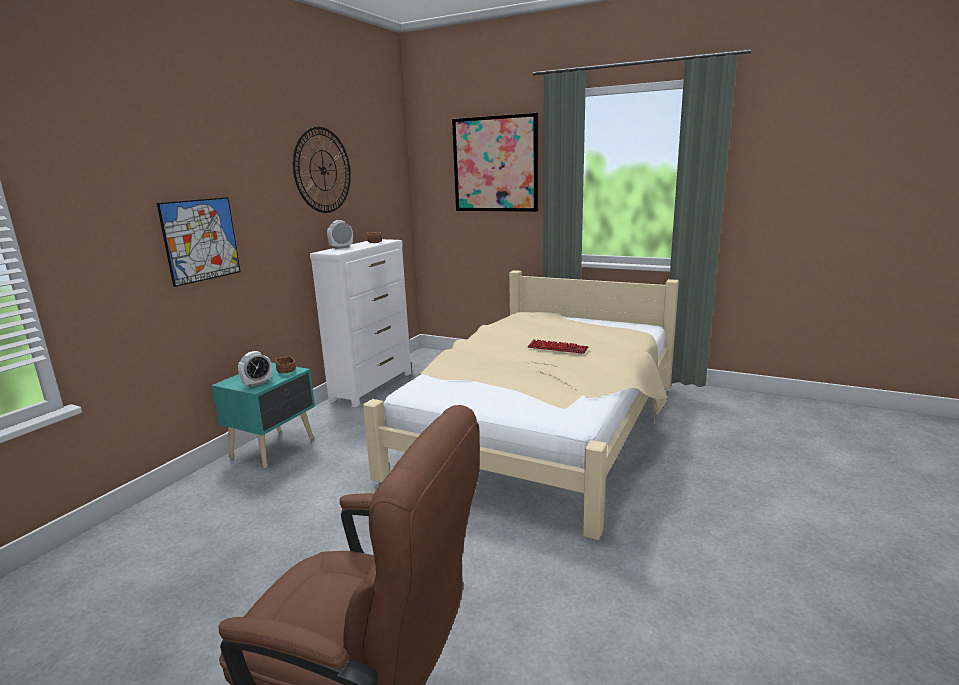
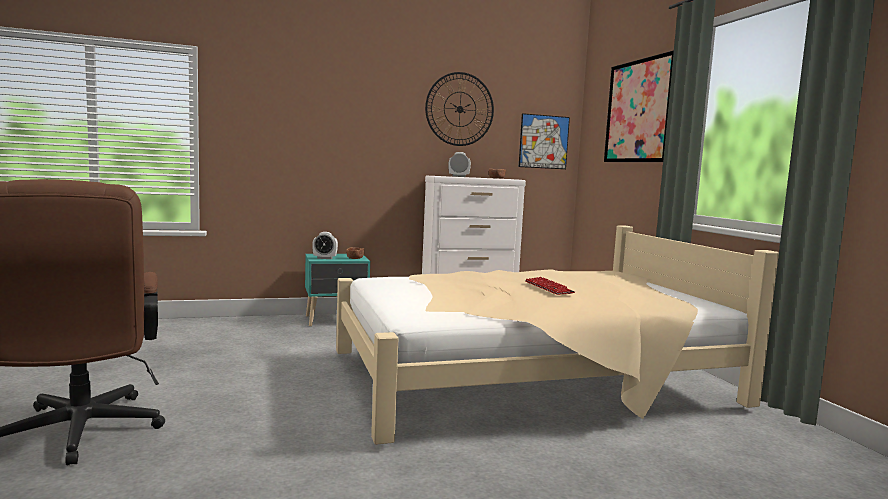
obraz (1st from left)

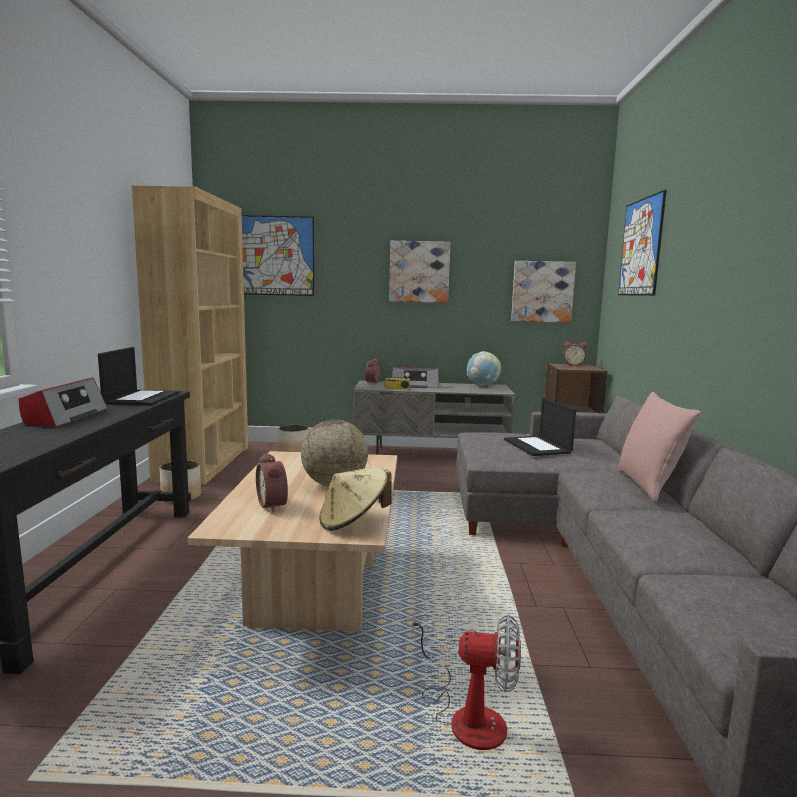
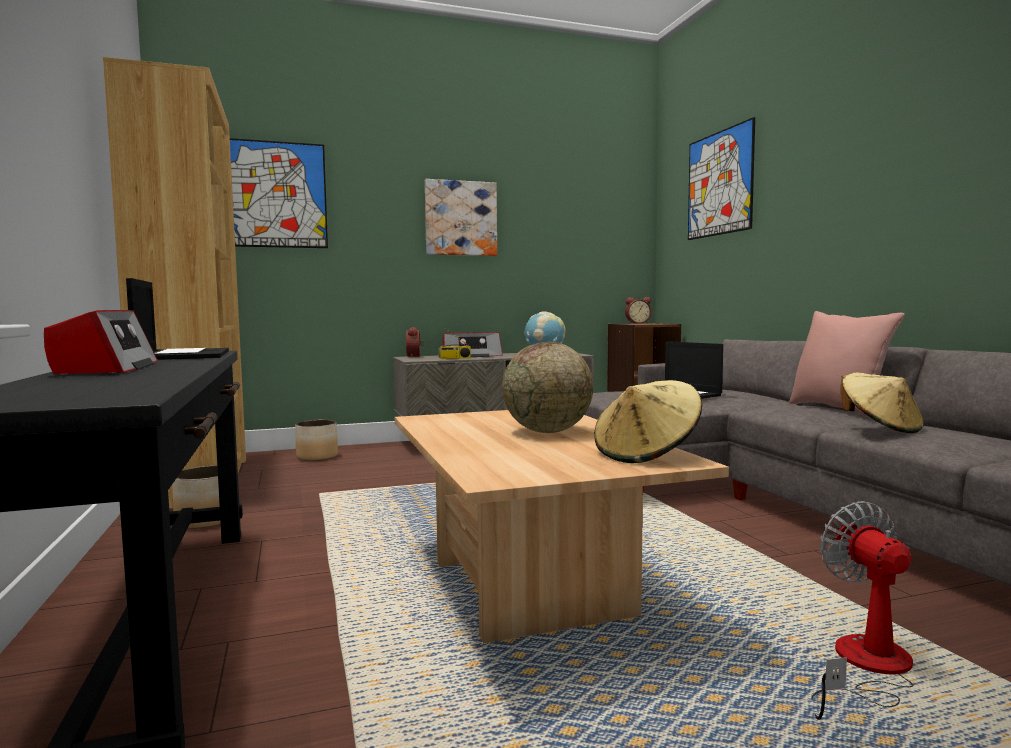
obraz (3rd from left in the first image); budzik (1st from left in the first image); wentylator; kapelusz [beżowy] (2nd from left)

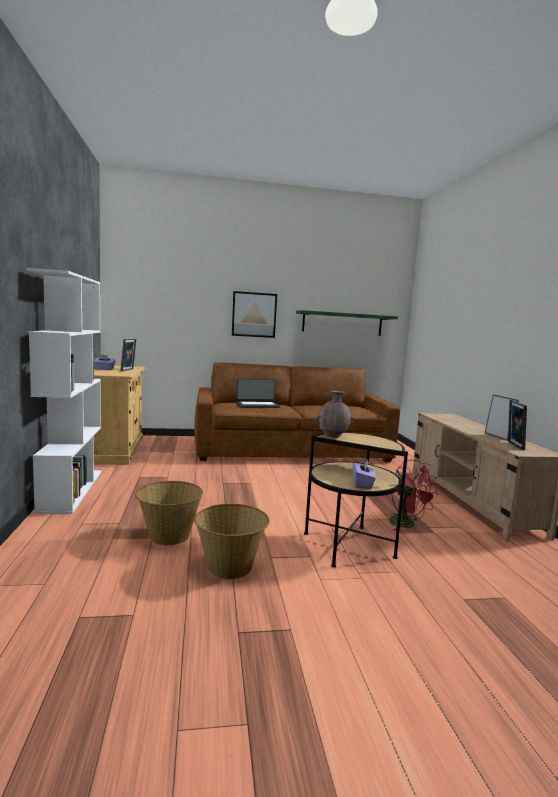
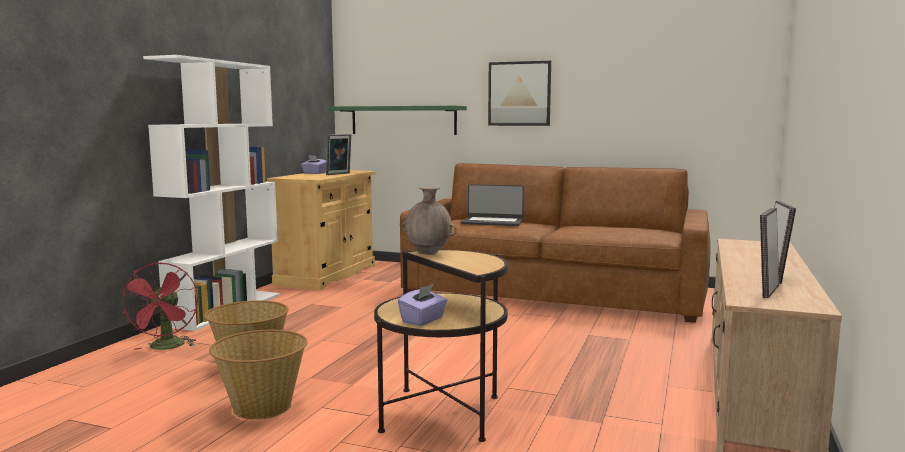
półka [zielony]; wentylator [czerwony]

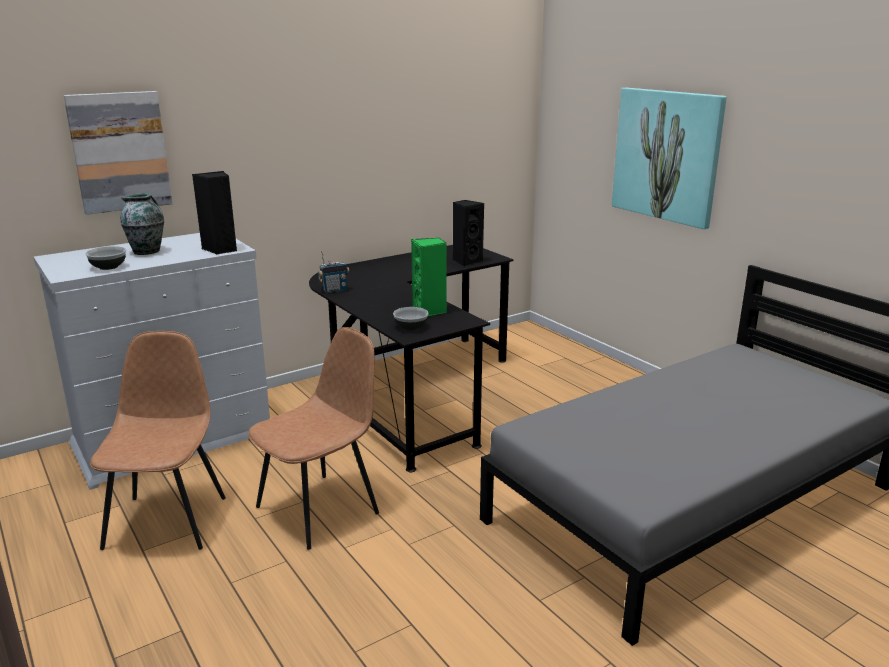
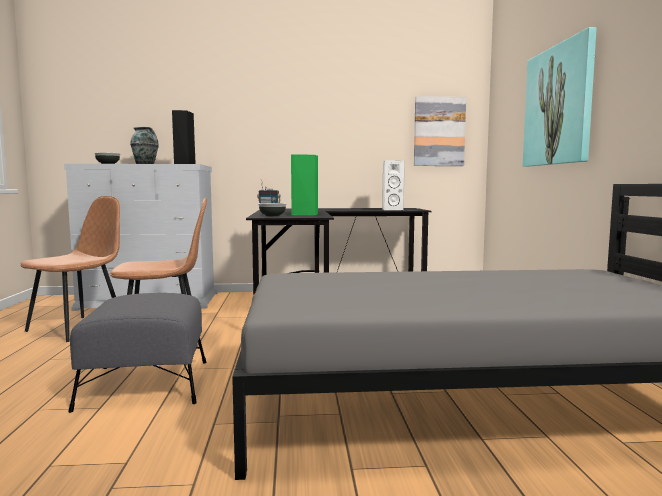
obraz (1st from left); głośnik [biały]; pufa [szary]

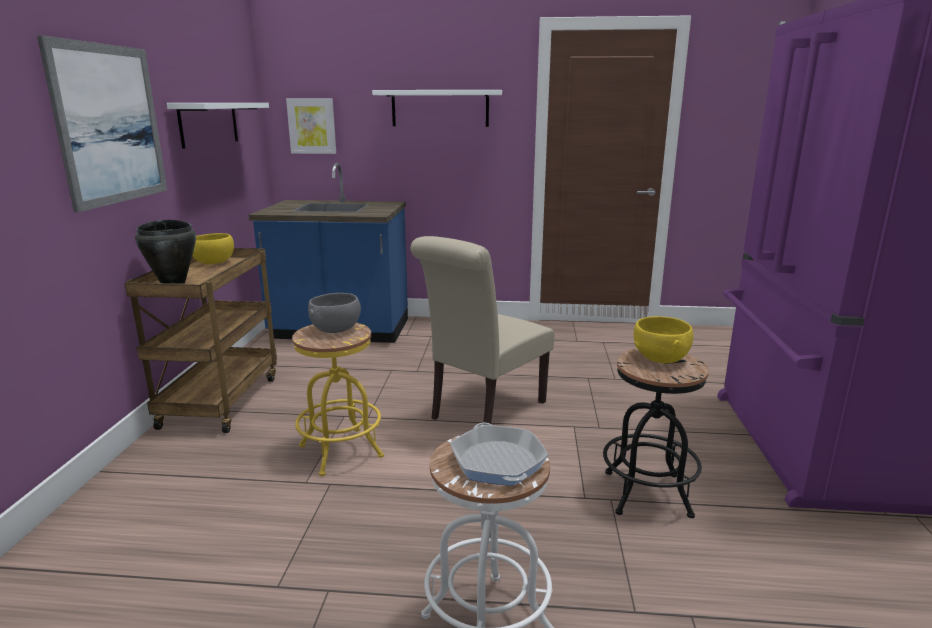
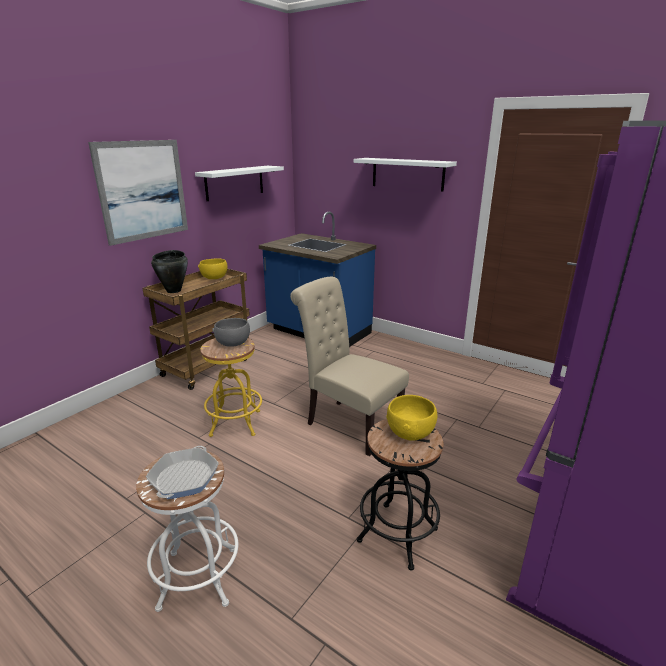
obraz (2nd from left in the first image); krzesło [beżowy]

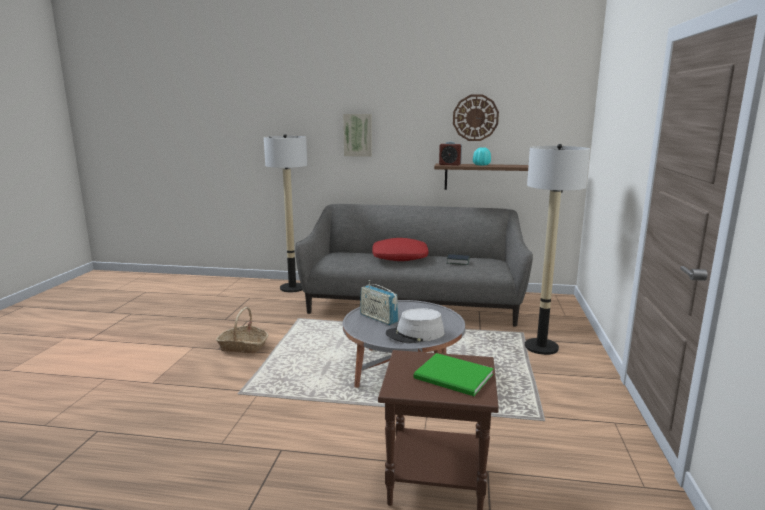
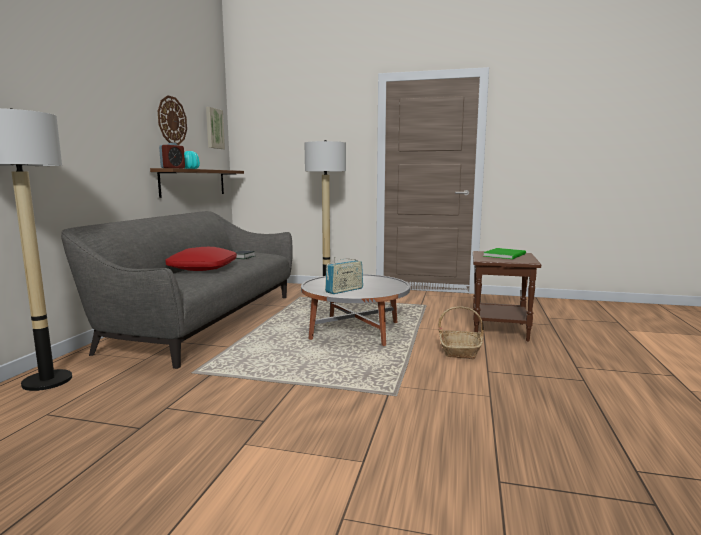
obraz; koszyk; kapelusz [szary]

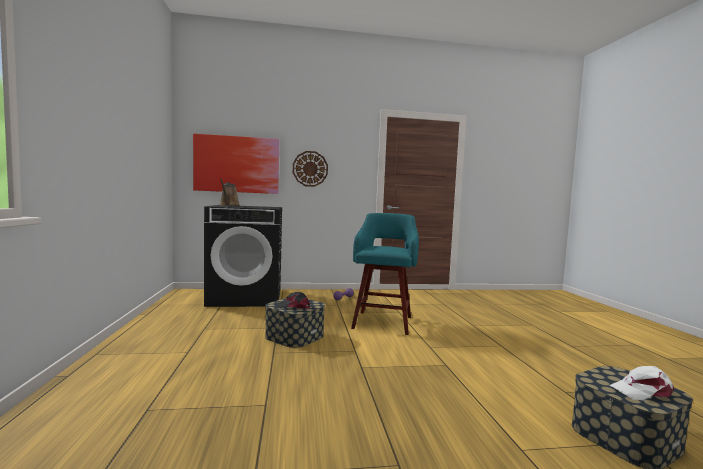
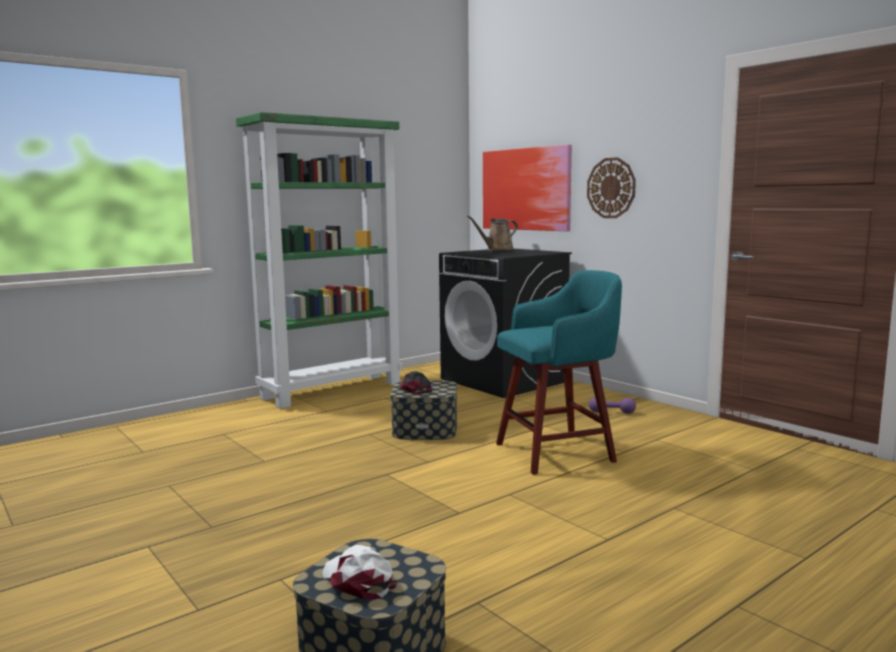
regał [zielony]

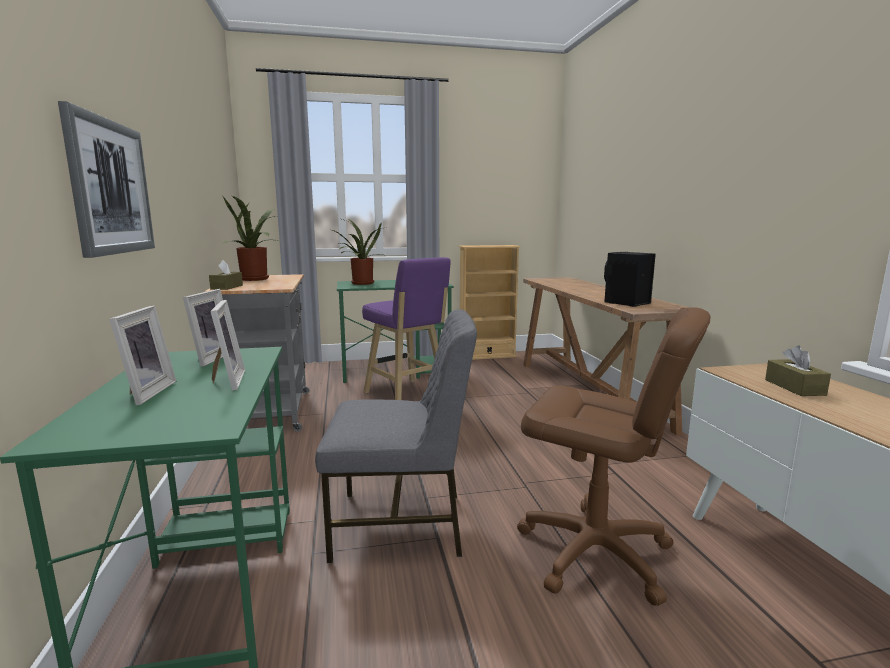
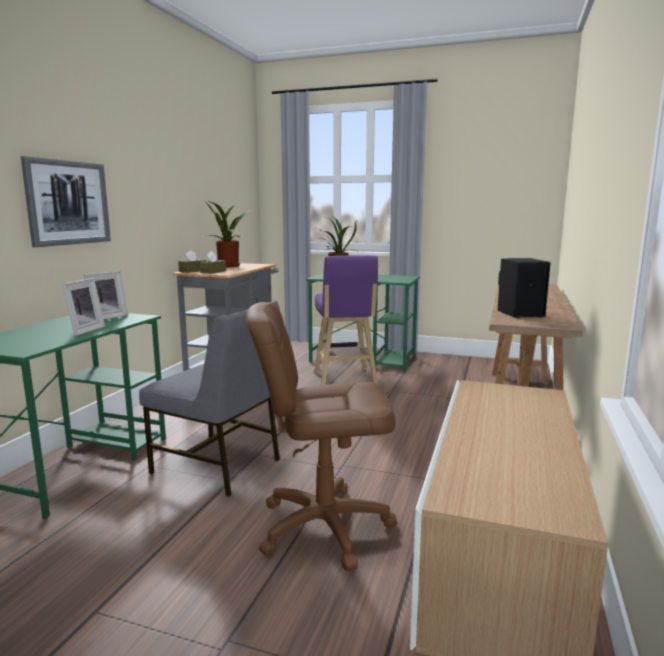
regał [beżowy]; ramka na zdjęcie (1st from left in the first image); krzesło biurowe [brązowy]; pudełko chusteczek [brązowy] (2nd from left)

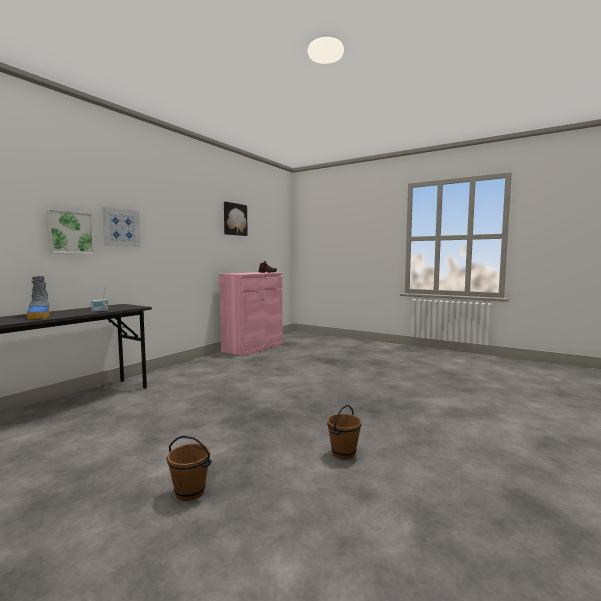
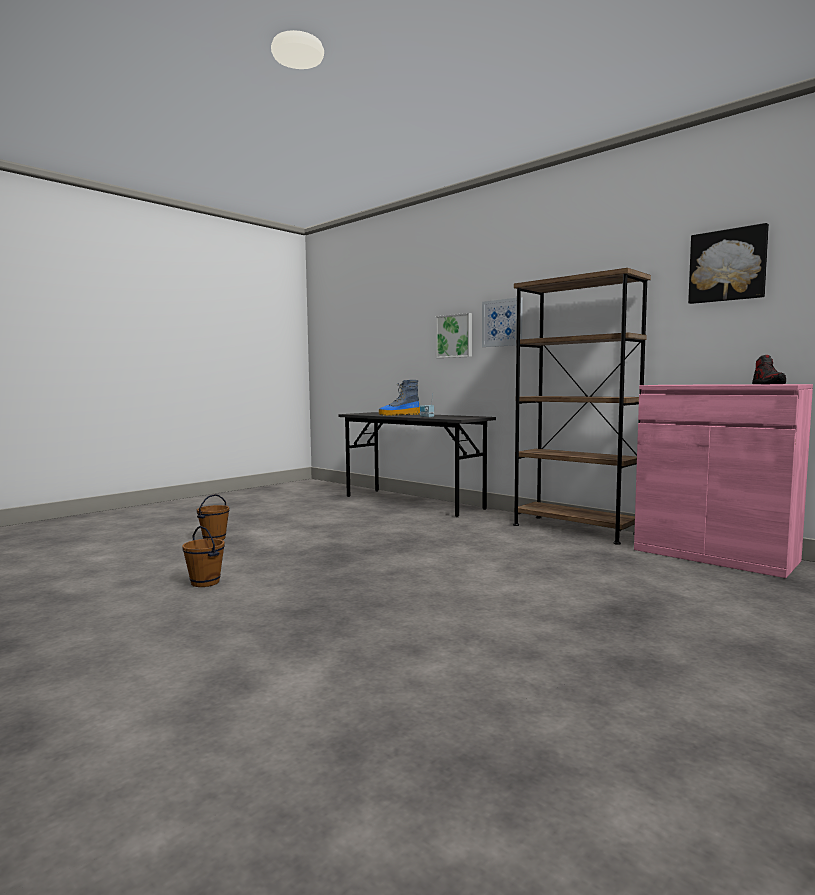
regał [brązowy]

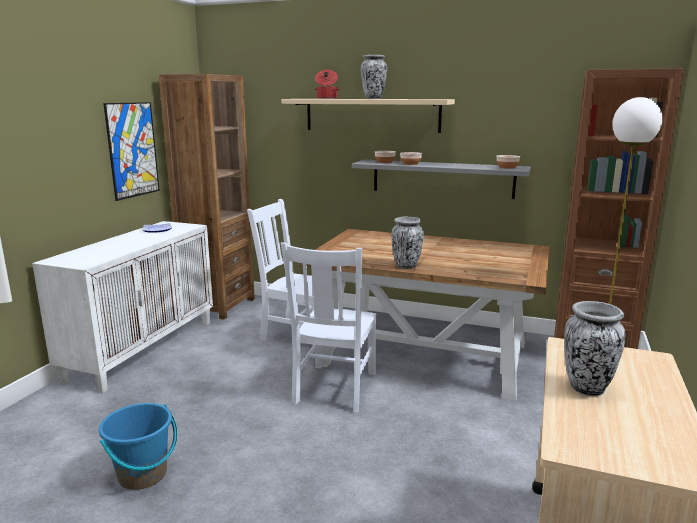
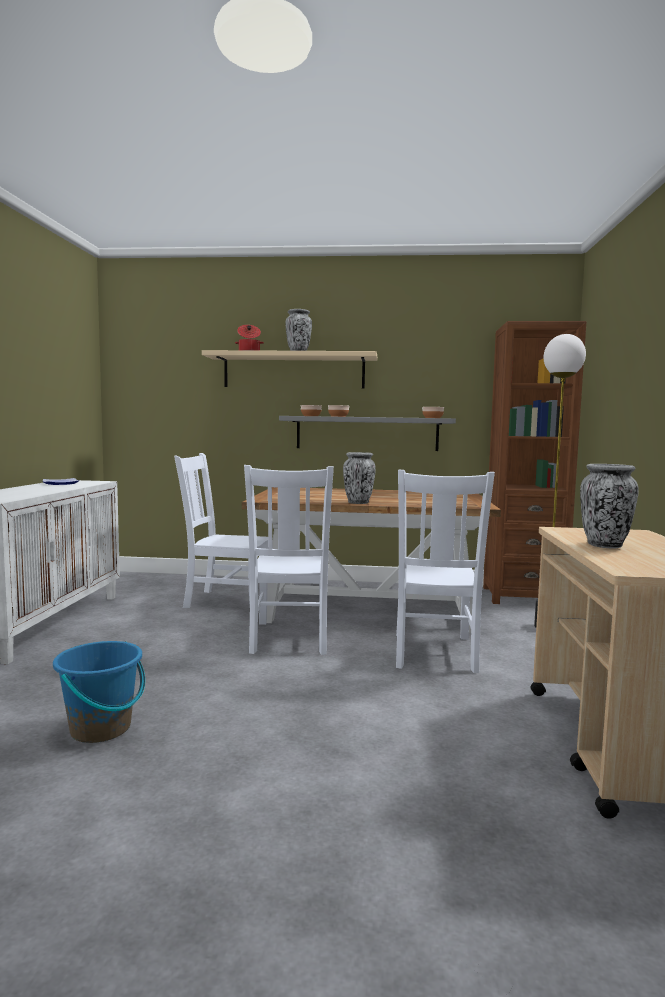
regał [brązowy] (1st from left in the first image); obraz; krzesło [biały] (3rd from left)

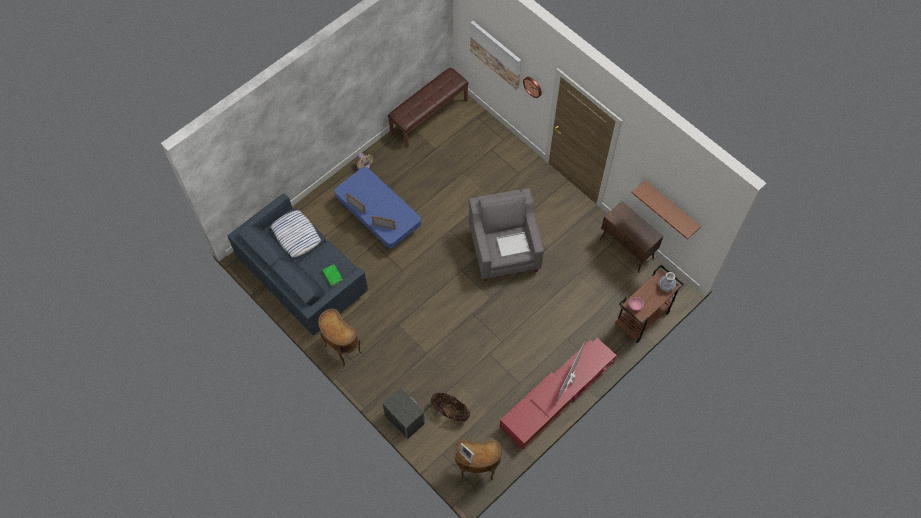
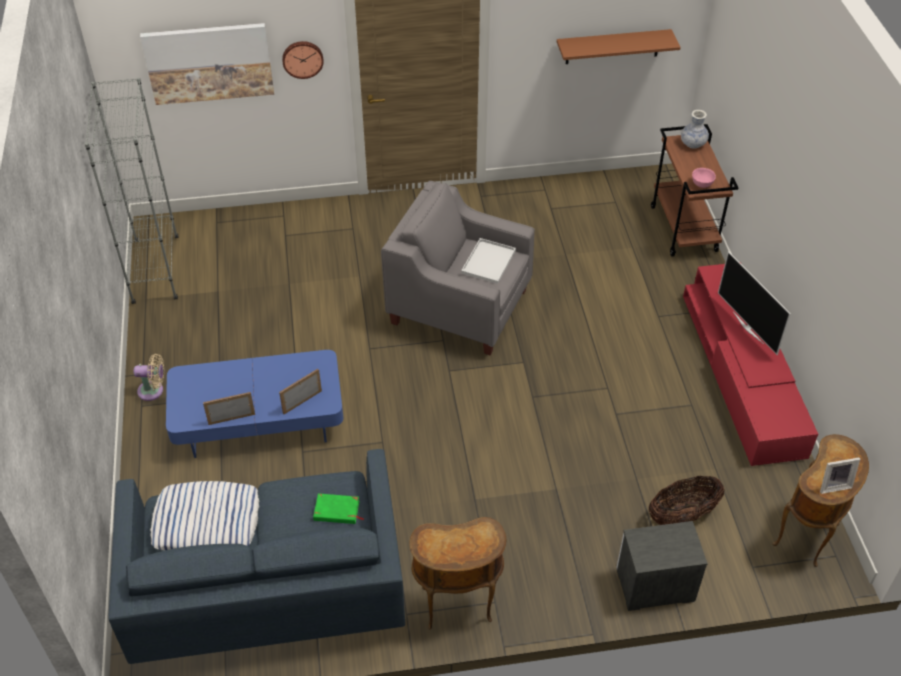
regał [szary]; szafka [brązowy]

